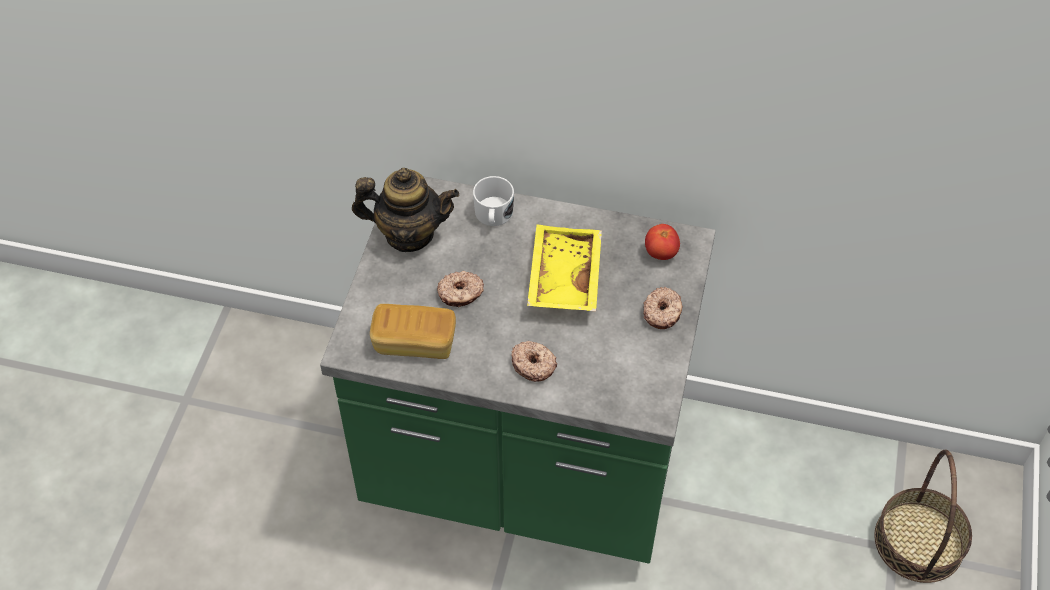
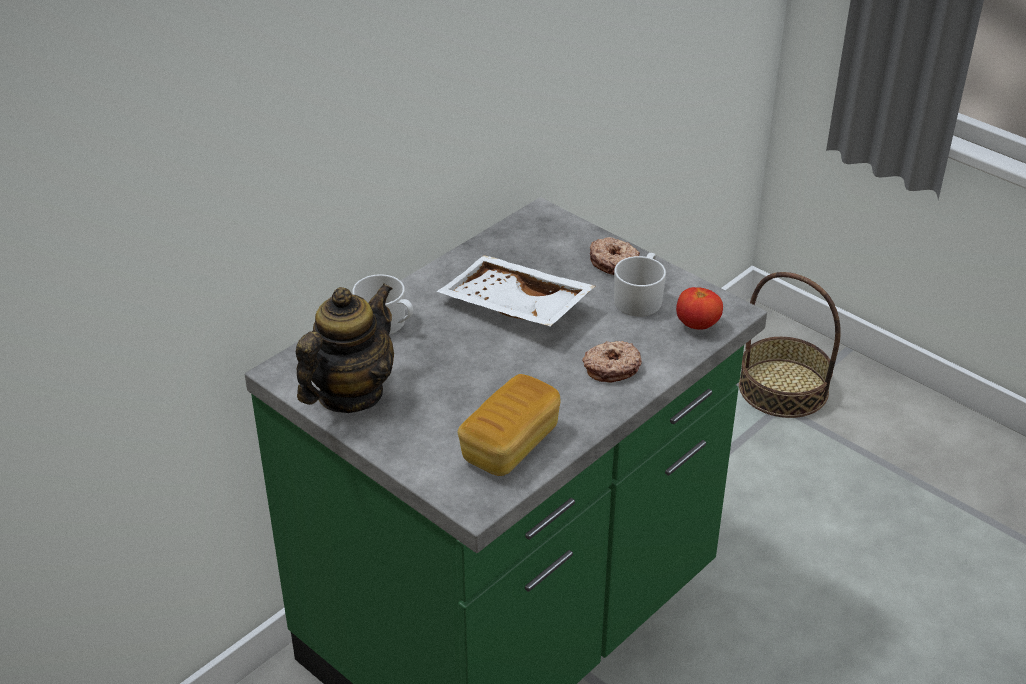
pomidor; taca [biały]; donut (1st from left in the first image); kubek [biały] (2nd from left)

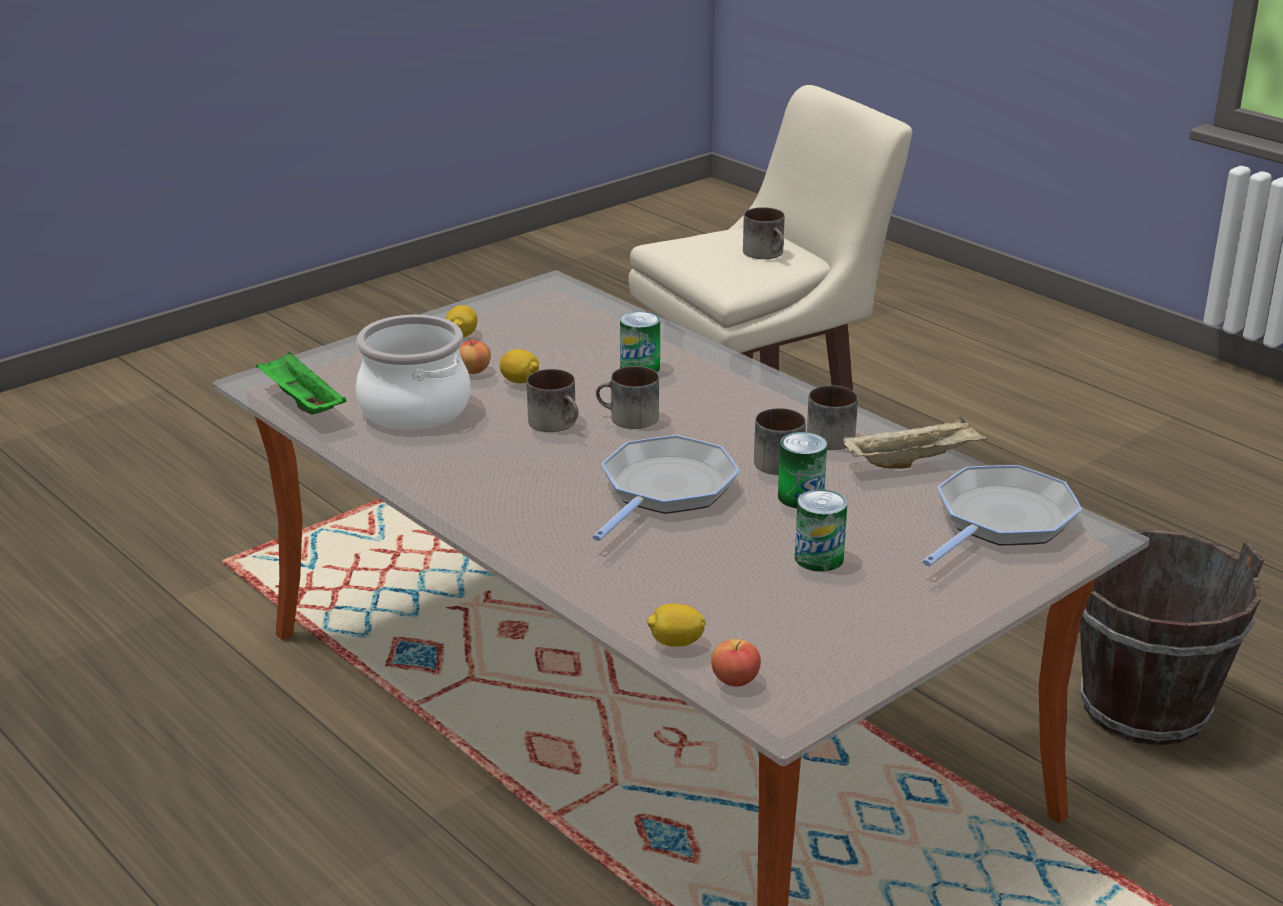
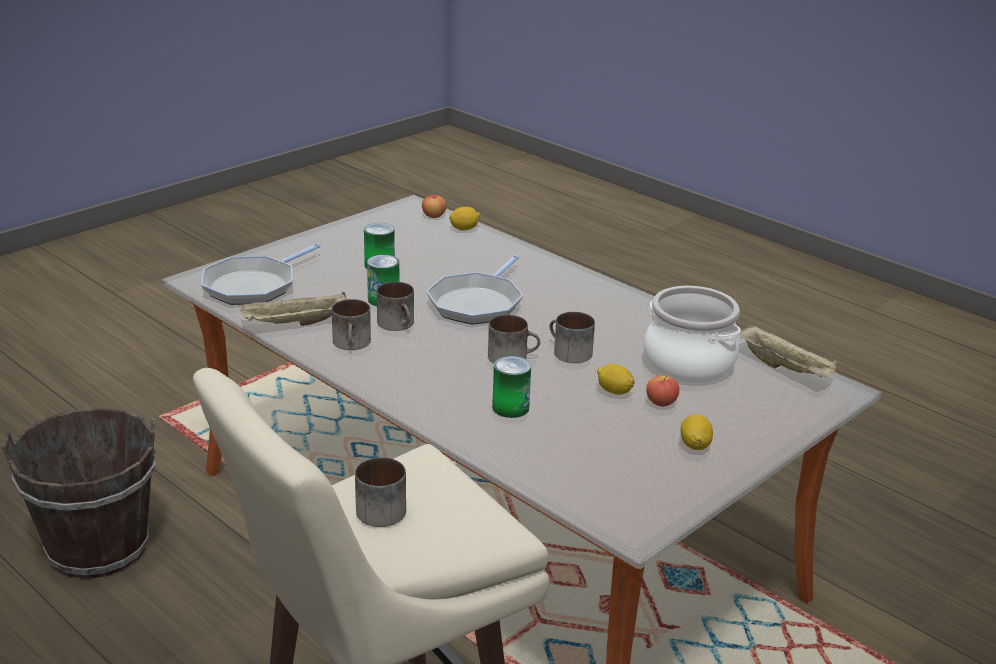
taca [beżowy] (2nd from left)

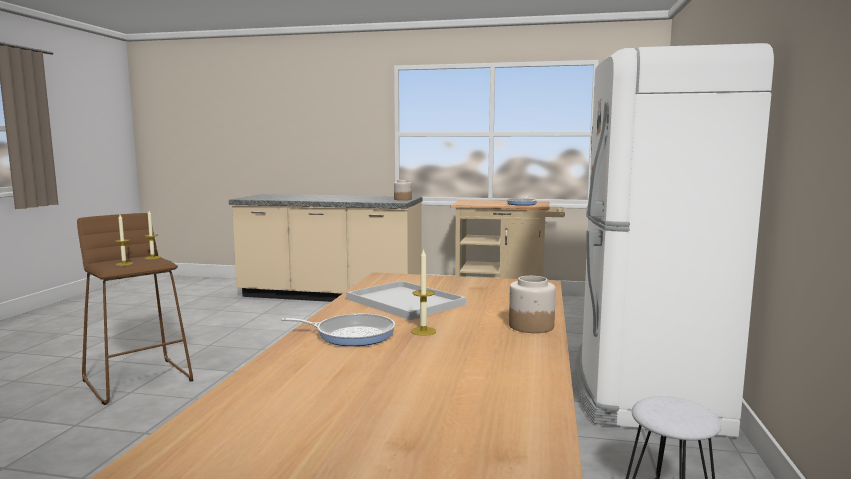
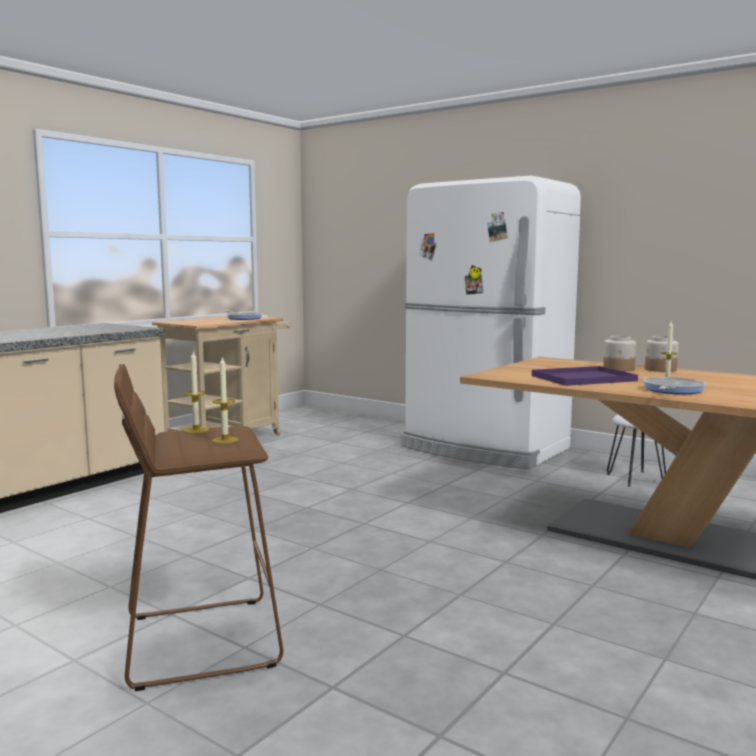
słoik (1st from left); taca [fioletowy]

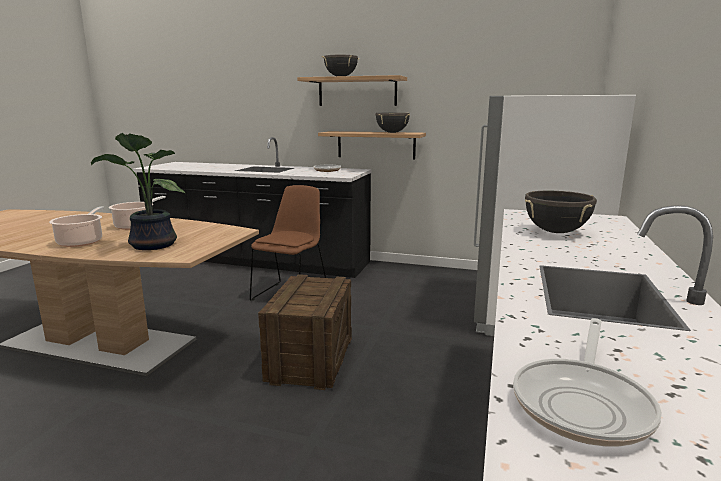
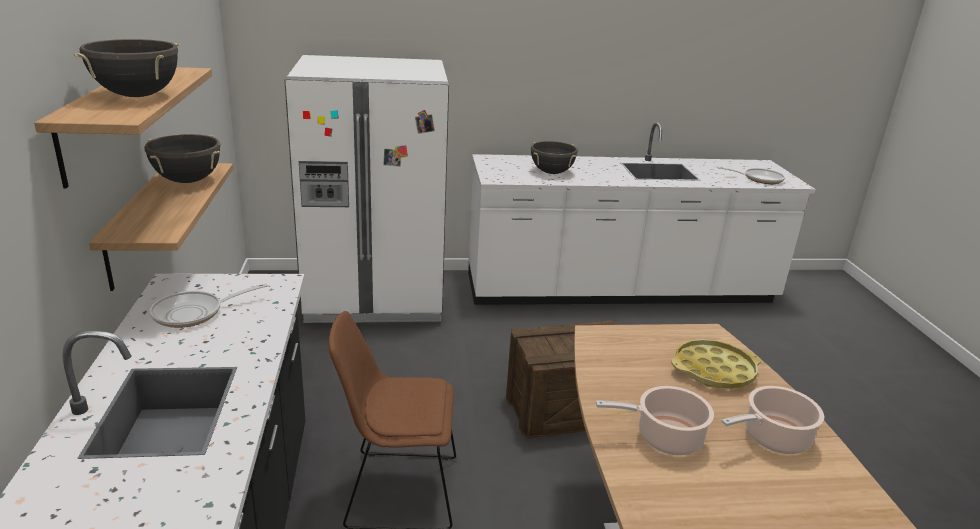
taca [żółty]

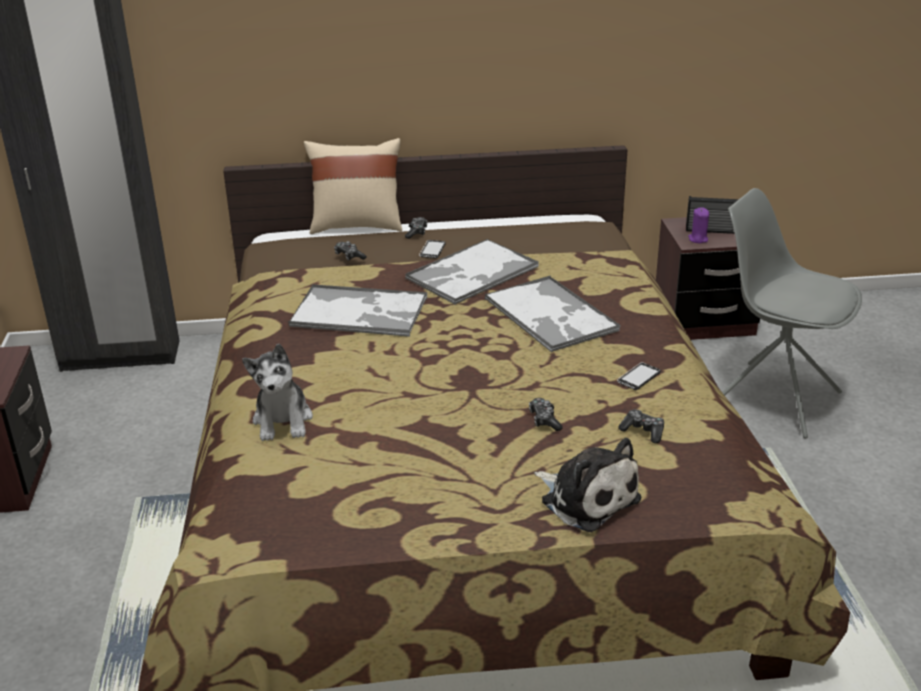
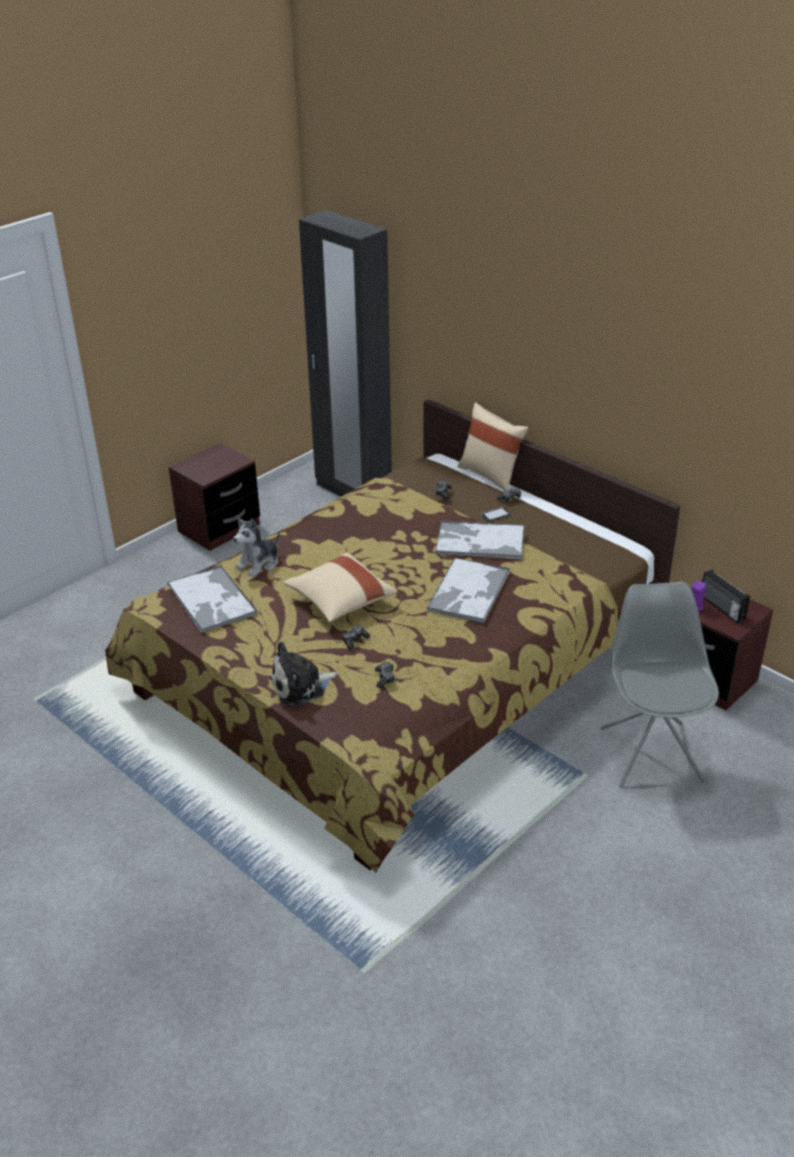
taca (1st from left); telefon (2nd from left in the first image); pluszak (2nd from left); poduszka [beżowy] (1st from left)

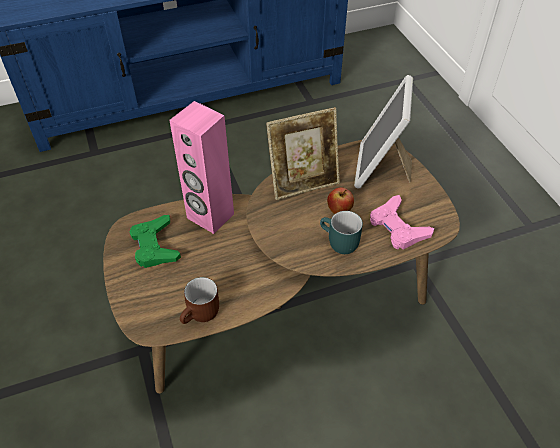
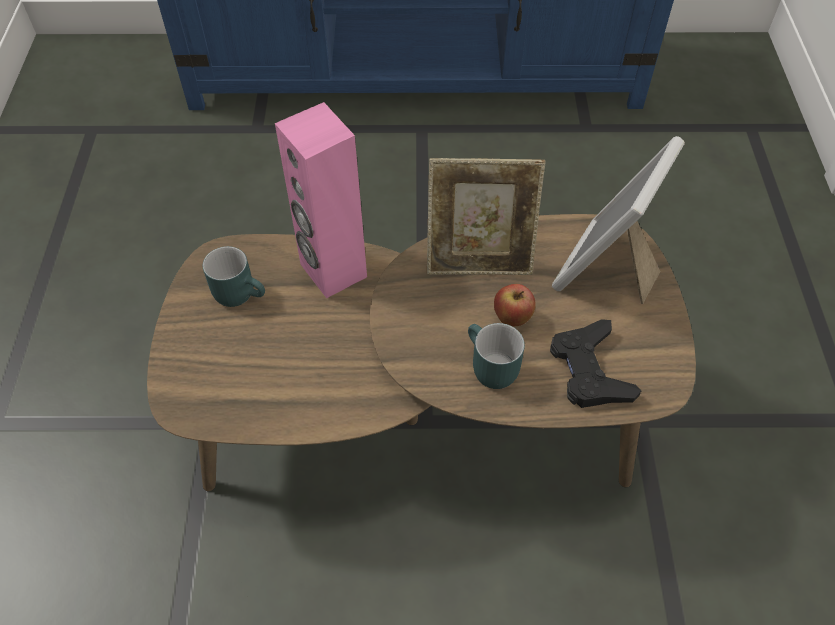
pad do gier [czarny]; kubek [turkusowy] (1st from left); kubek [brązowy]

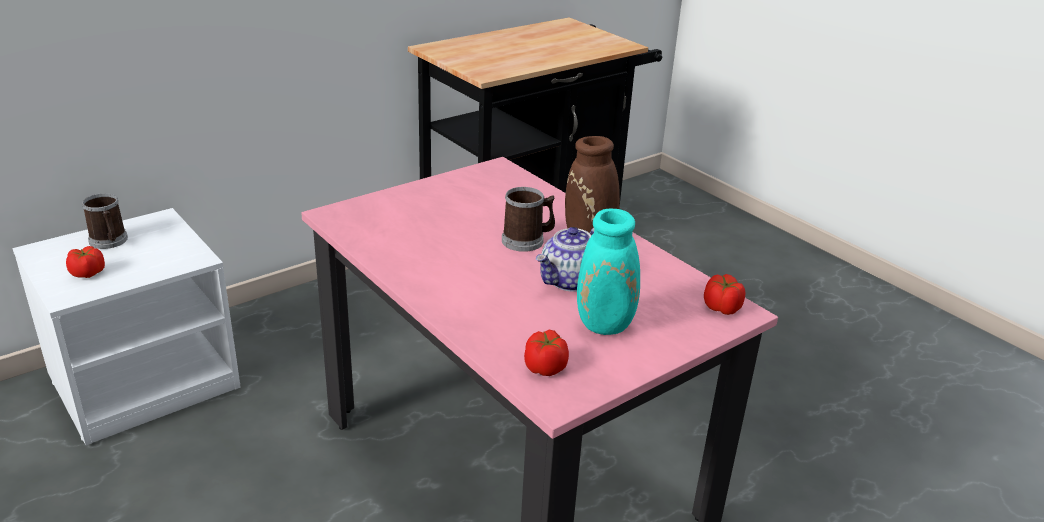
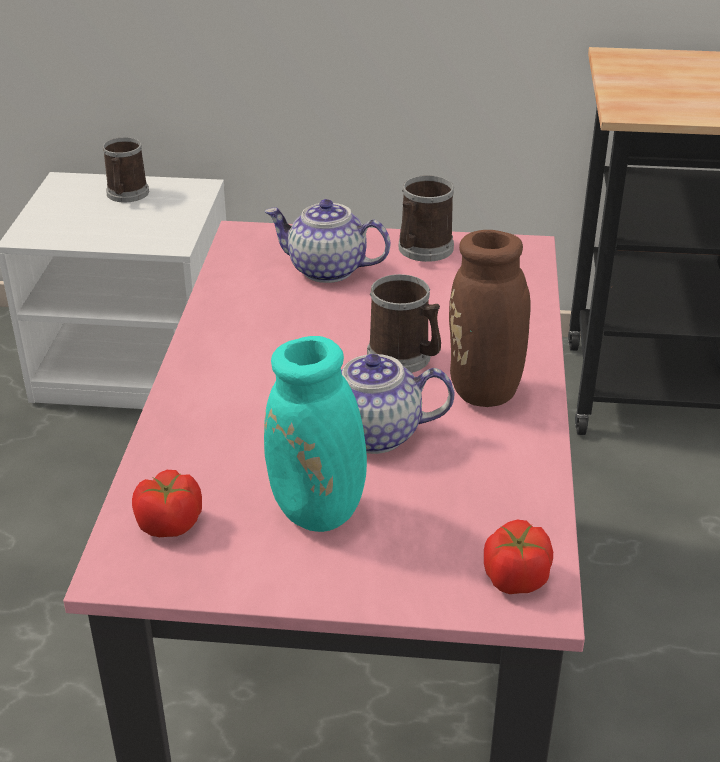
pomidor (1st from left in the first image); kubek (3rd from left); imbryk (1st from left)

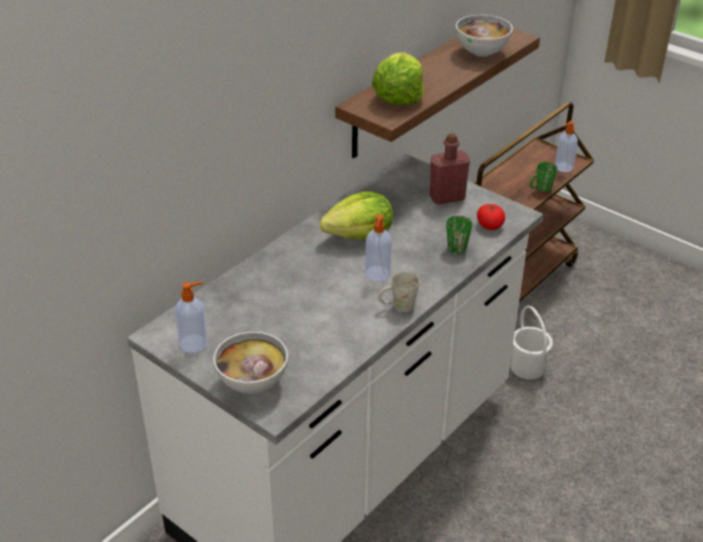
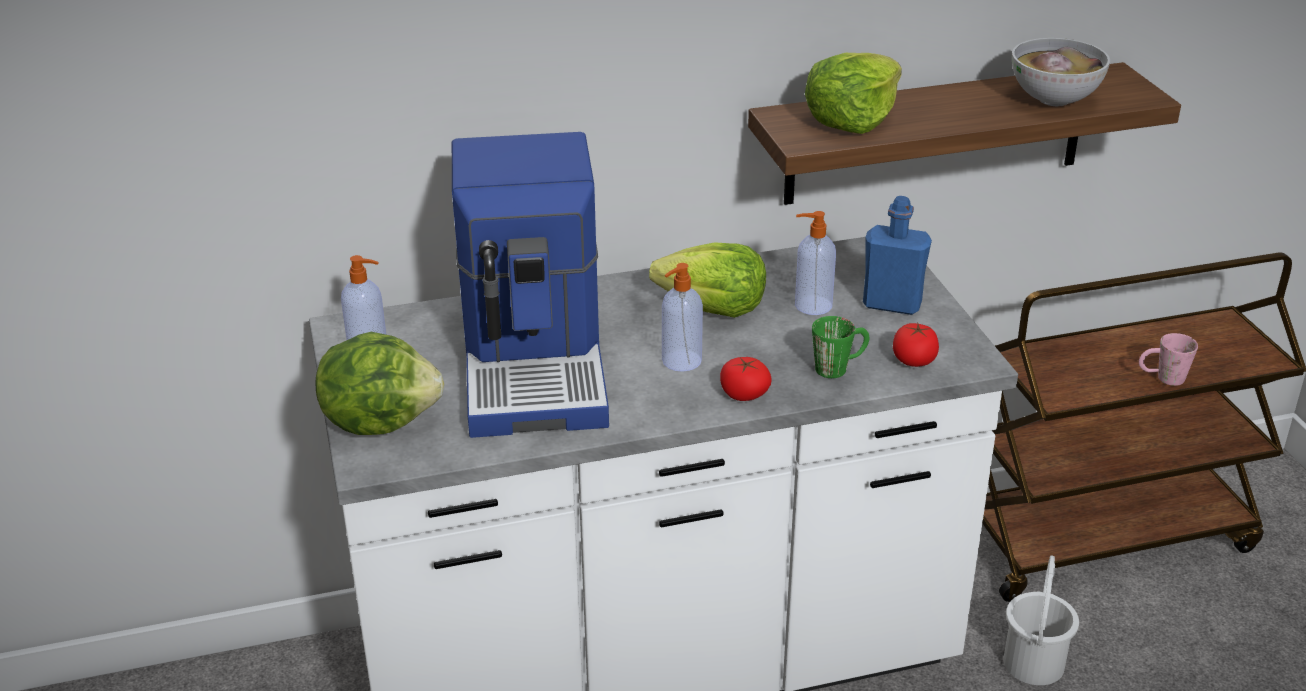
dozownik mydła (3rd from left); butelka [niebieski]; kubek [różowy]; kubek [biały]; sałata (1st from left); ekspres do kawy; pomidor (1st from left)

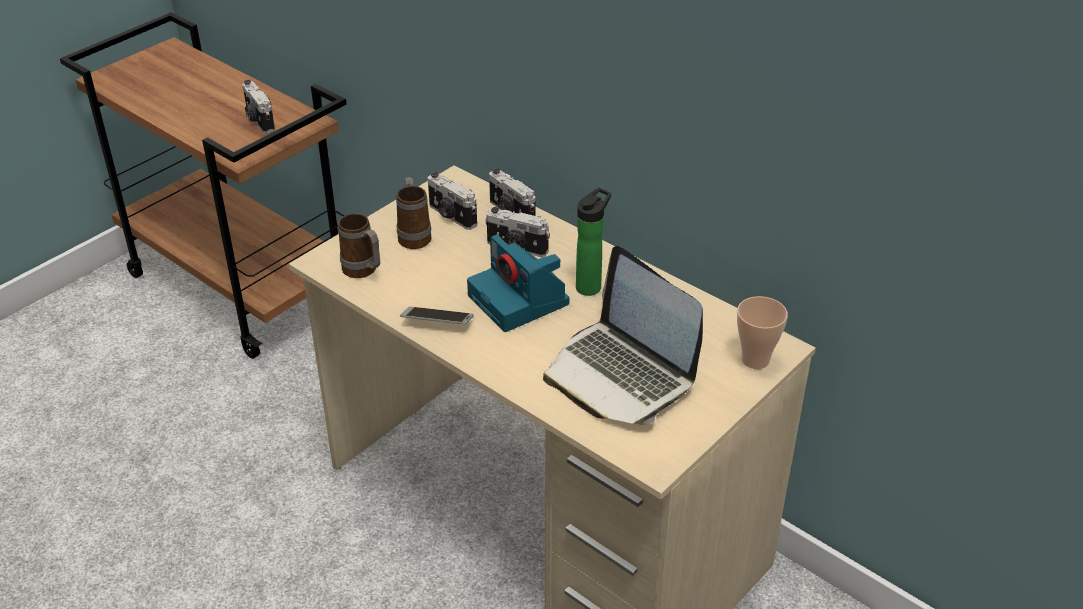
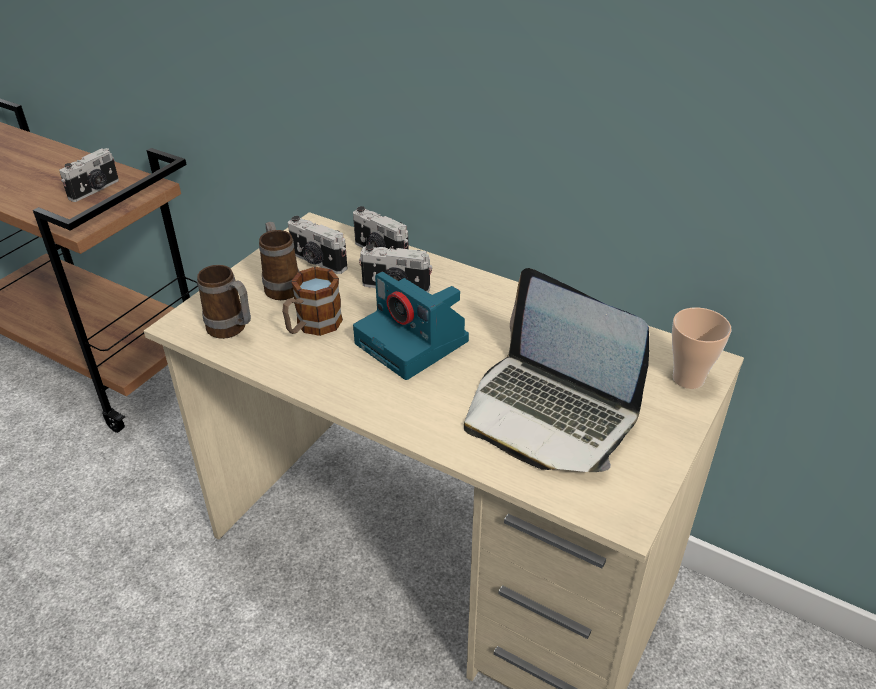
aparat fotograficzny (1st from left); butelka; telefon; kubek (3rd from left)

